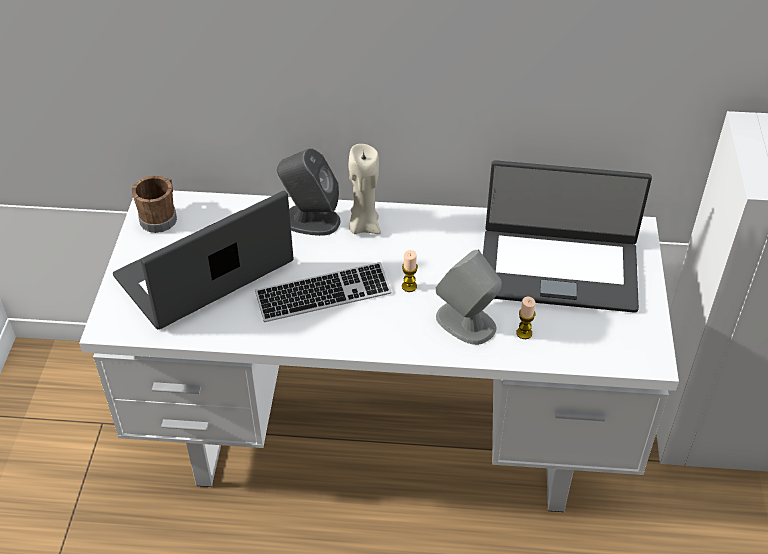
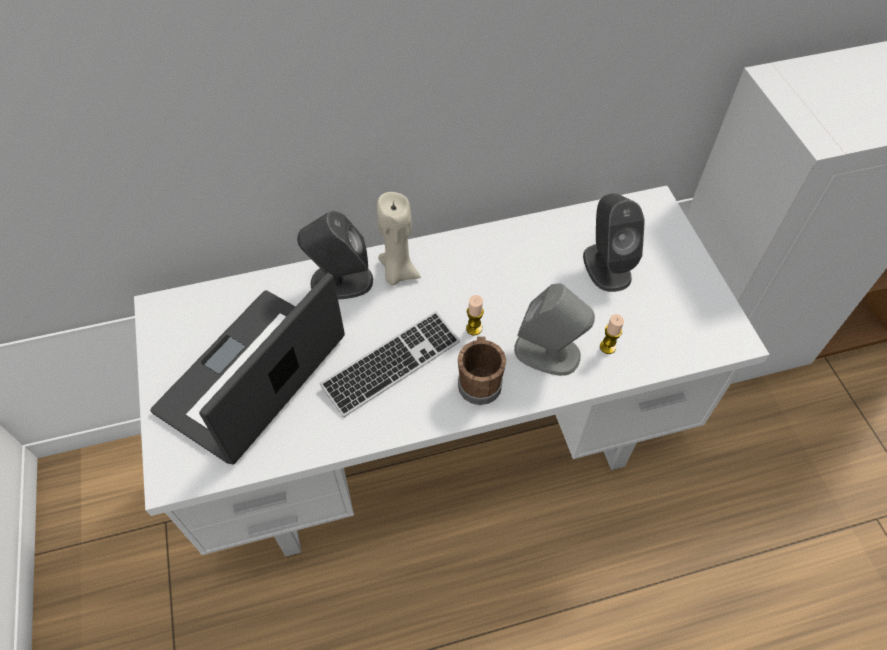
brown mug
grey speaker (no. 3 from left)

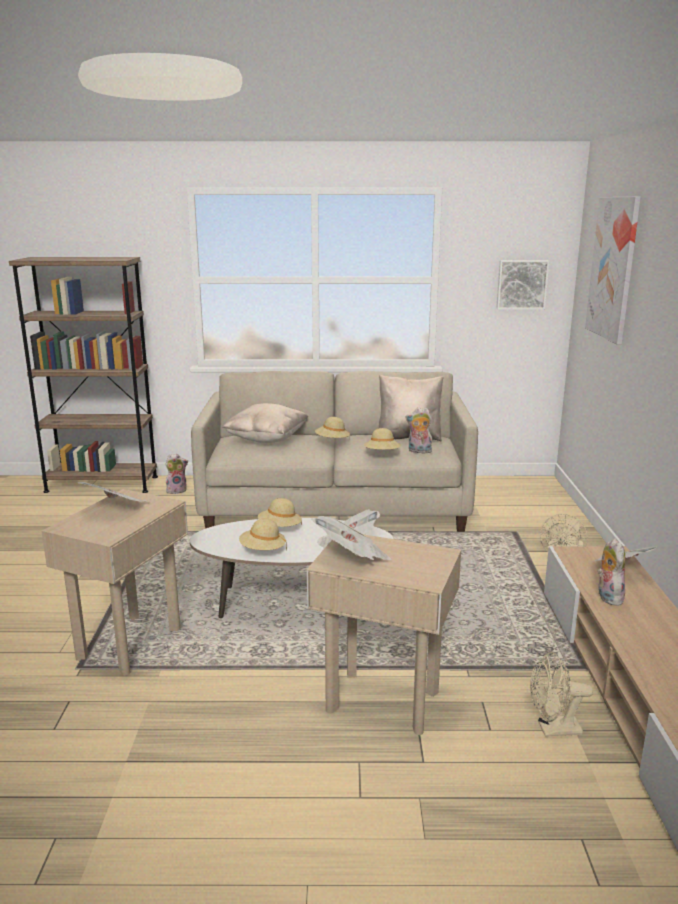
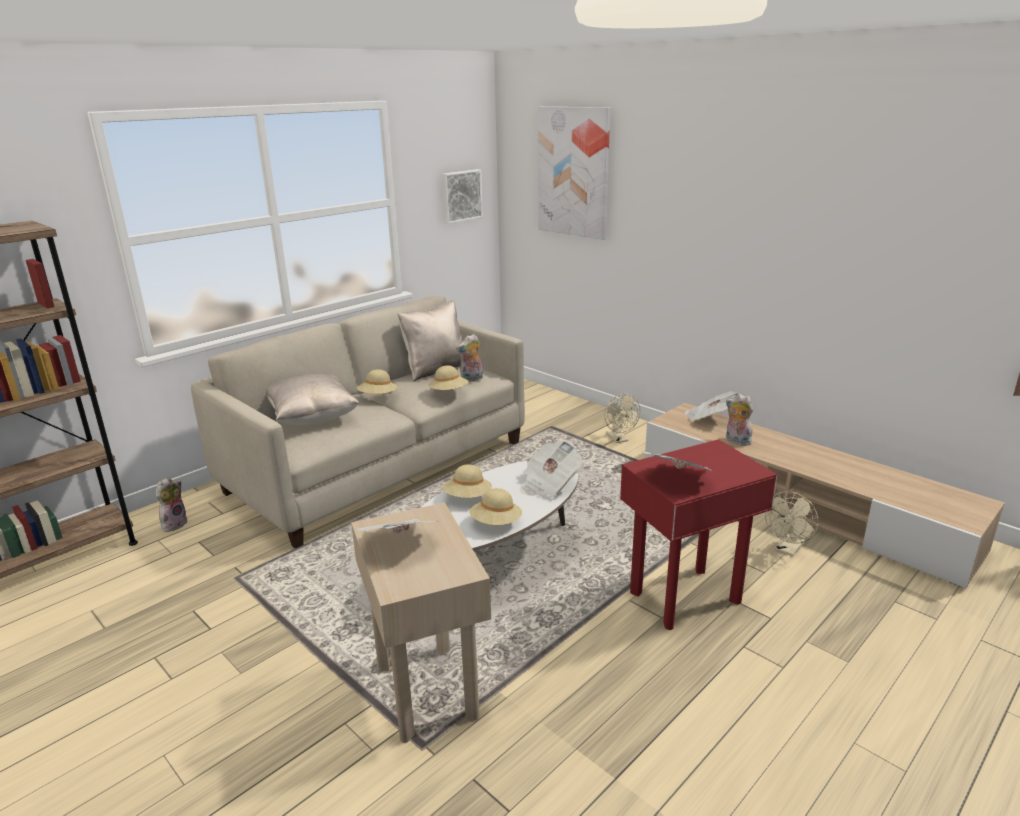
red side table

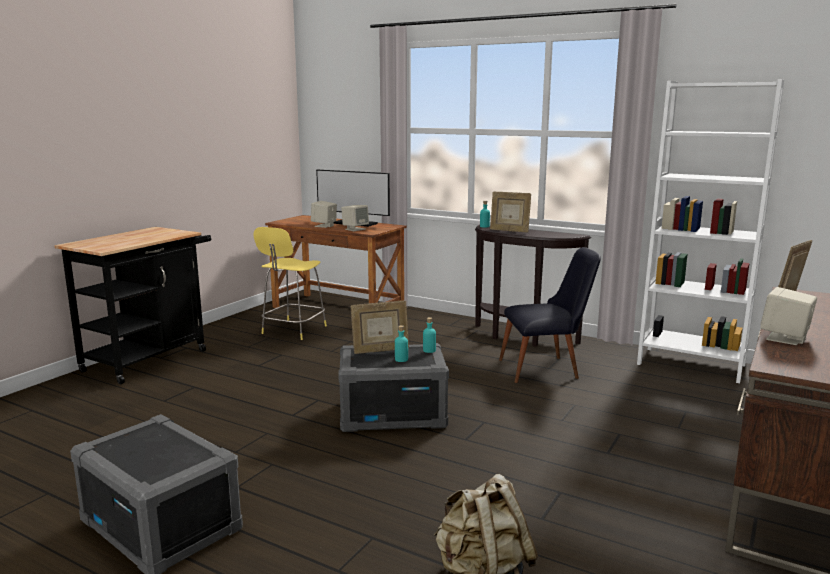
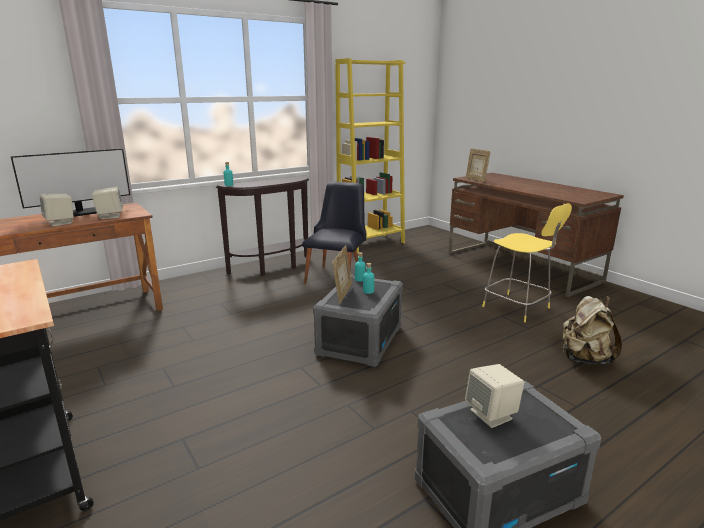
yellow bookcase
beige speaker (no. 3 from left)
yellow stool
picture frame (no. 2 from left in the first image)

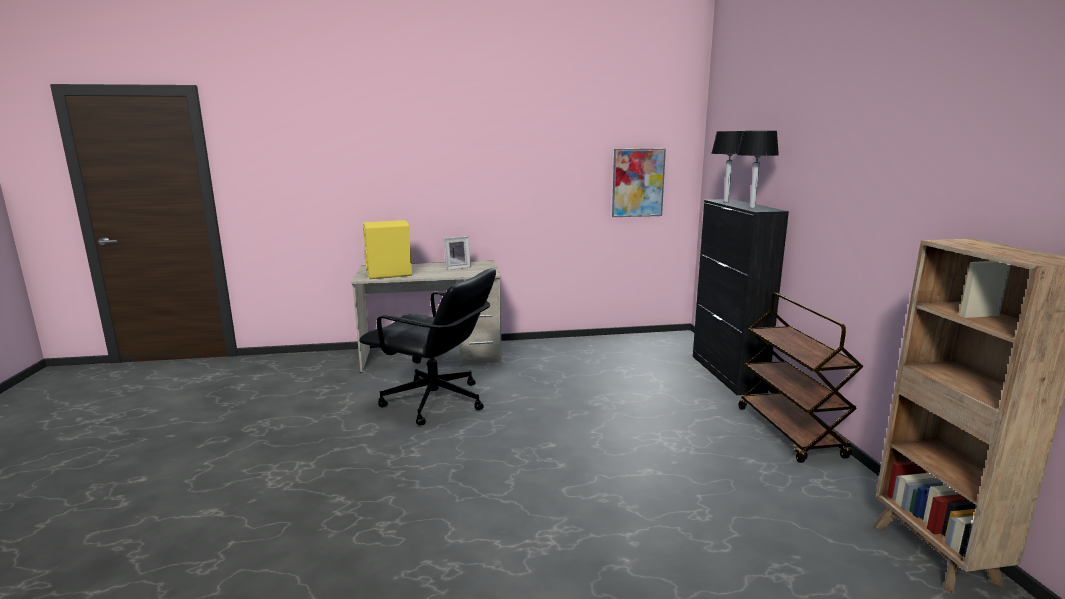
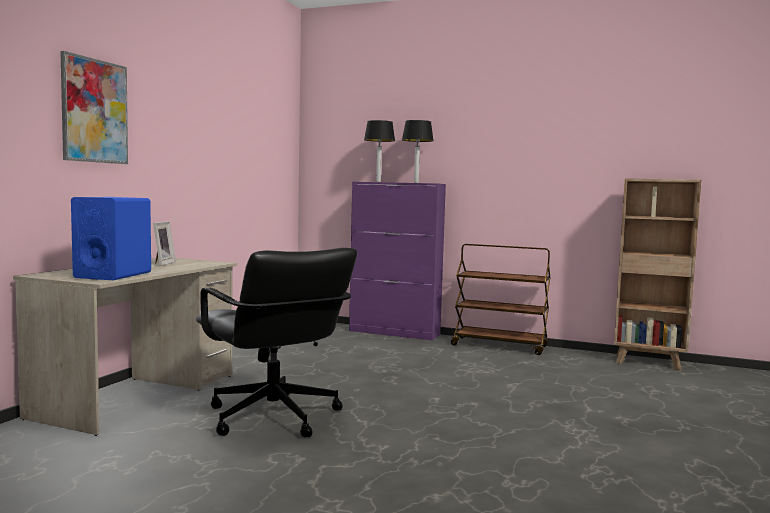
picture
blue speaker
black office chair
purple cabinet

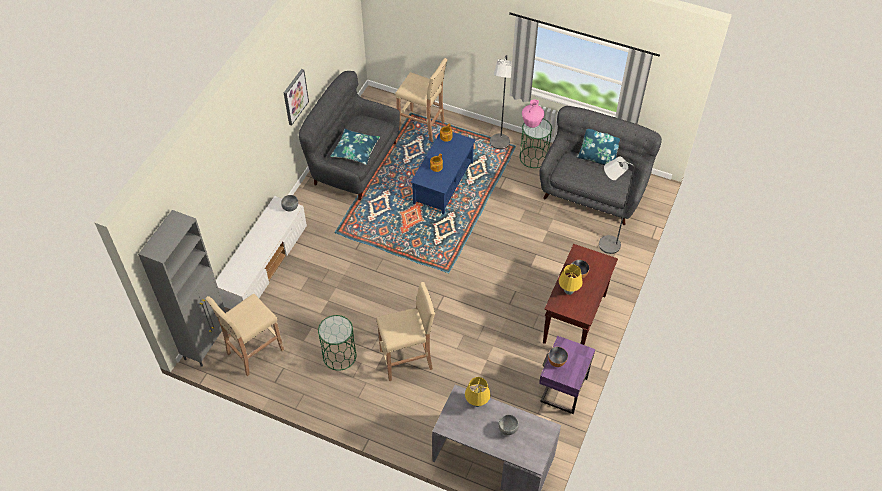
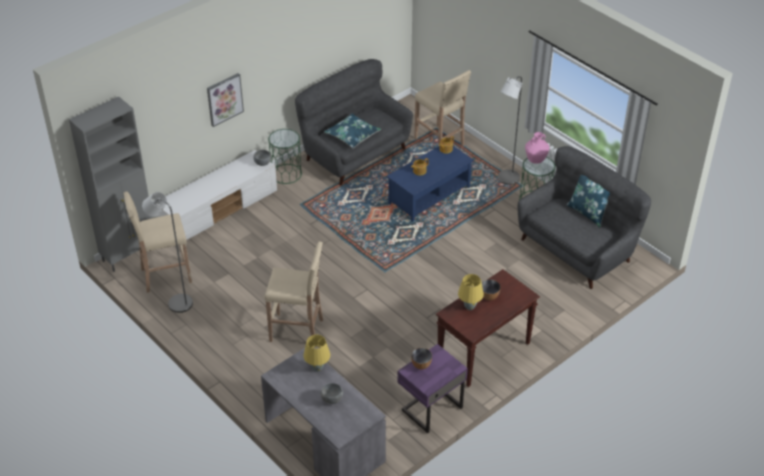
grey floor lamp (no. 1 from left)
picture
green side table (no. 1 from left)

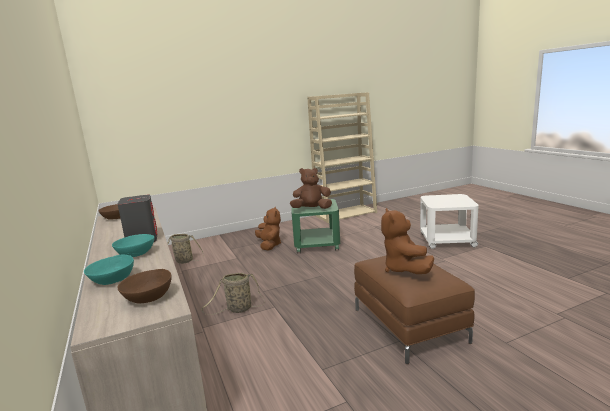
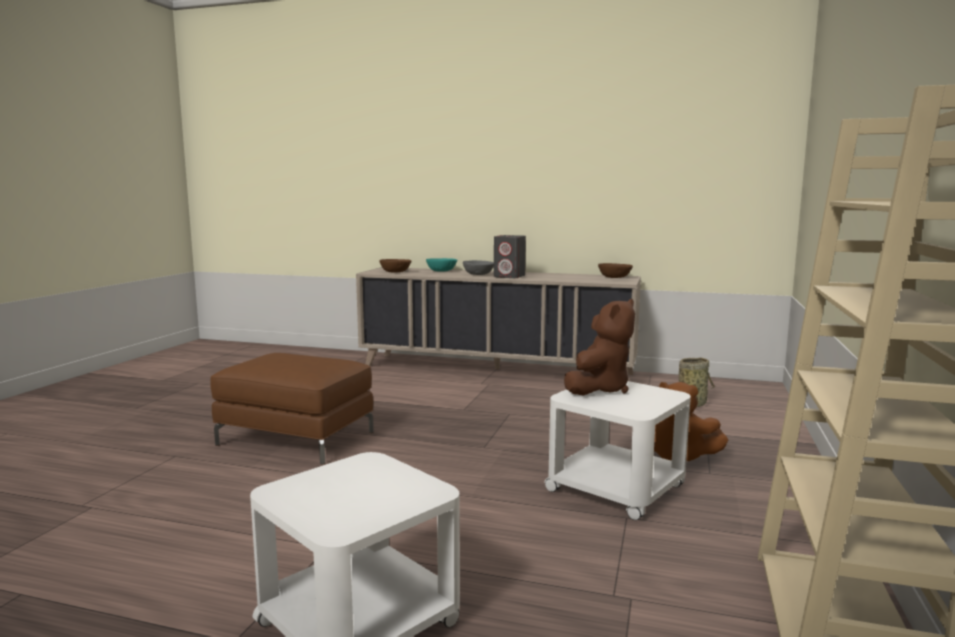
grey bowl
white side table (no. 2 from left)
basket (no. 2 from left in the first image)
brown plush toy (no. 3 from left in the first image)

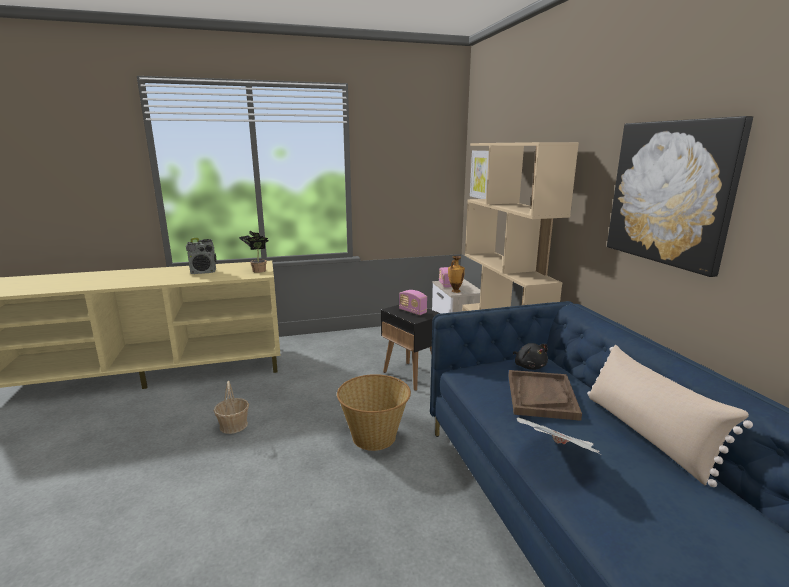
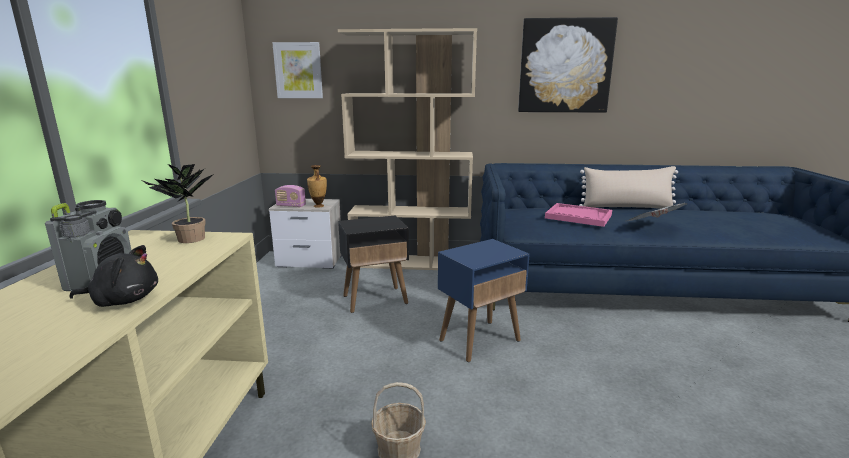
black plush toy
blue side table
pink tray
radio (no. 2 from left in the first image)

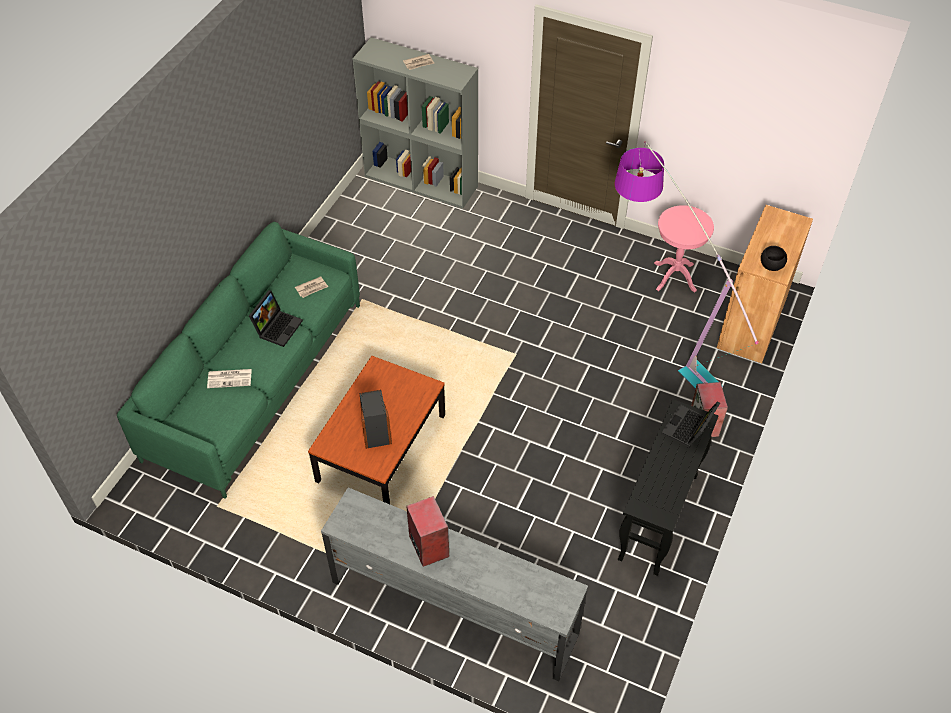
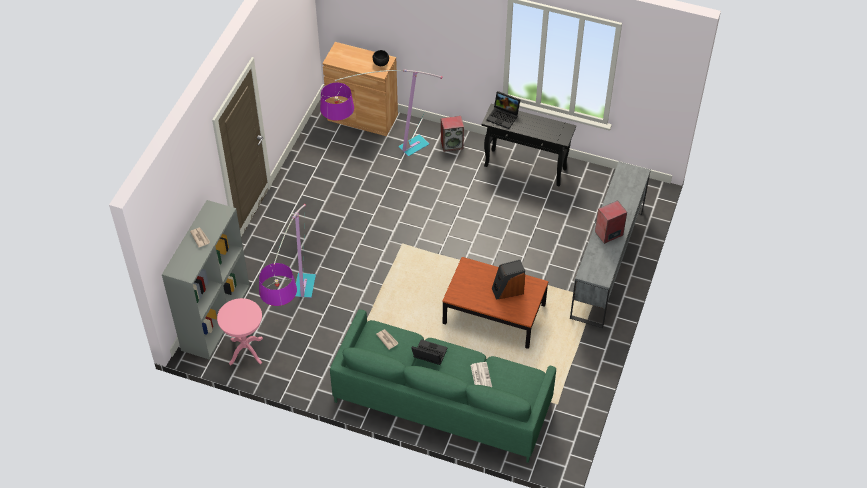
pink side table
floor lamp (no. 1 from left)

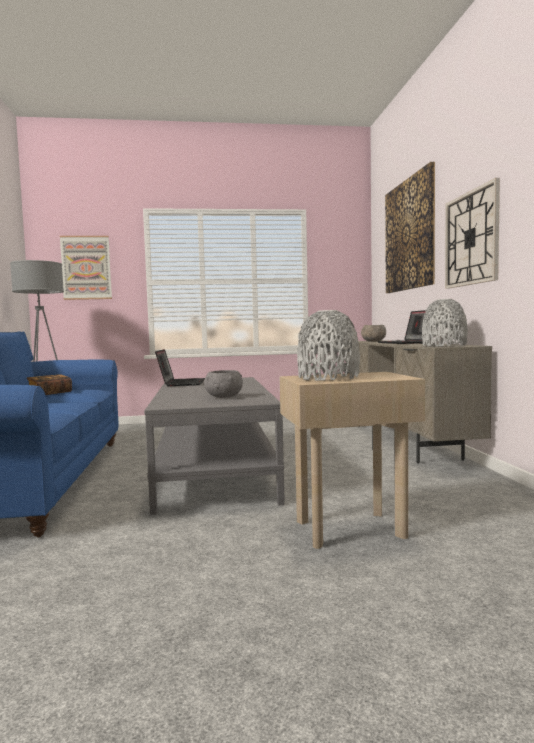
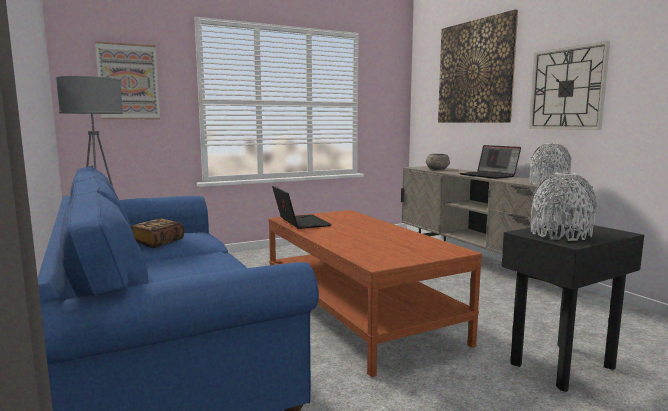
brown coffee table
black side table
grey bowl (no. 1 from left in the first image)

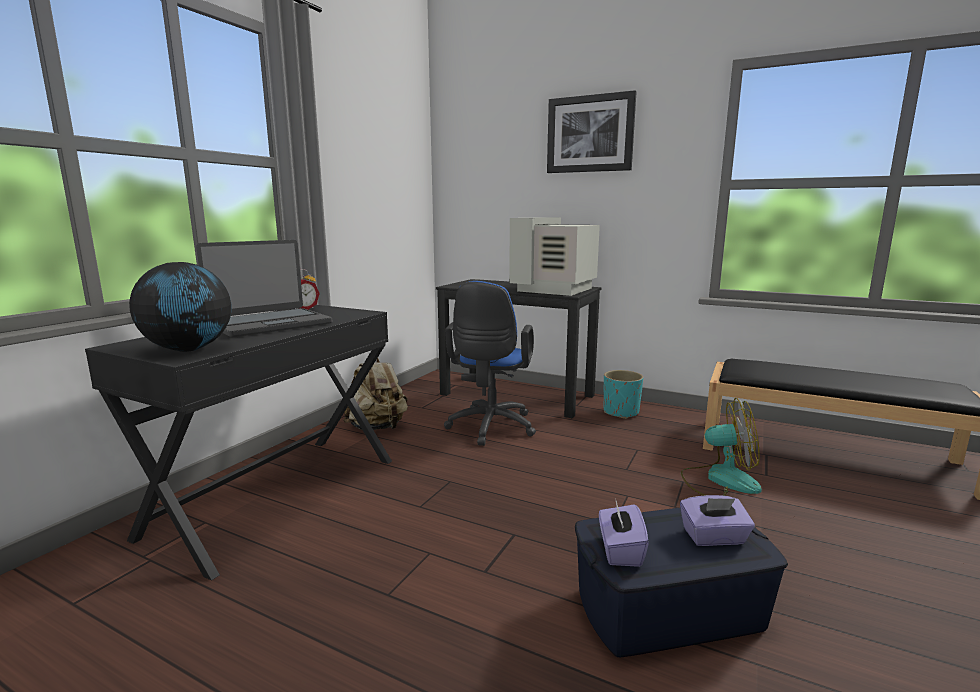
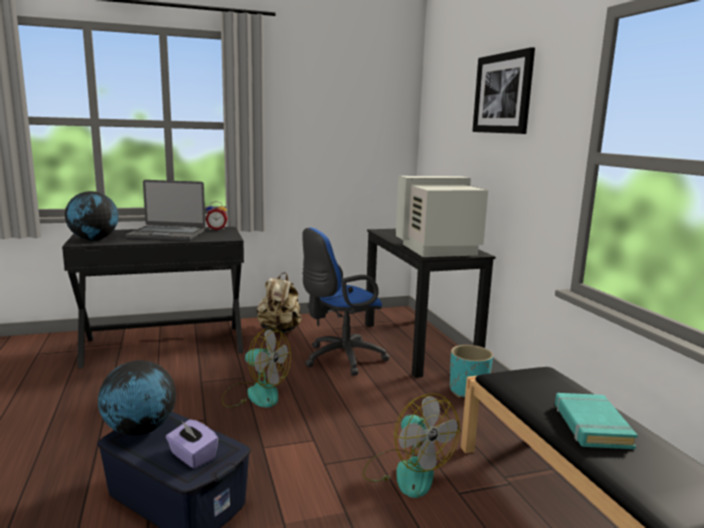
globe (no. 2 from left)
fan (no. 1 from left)
turquoise book

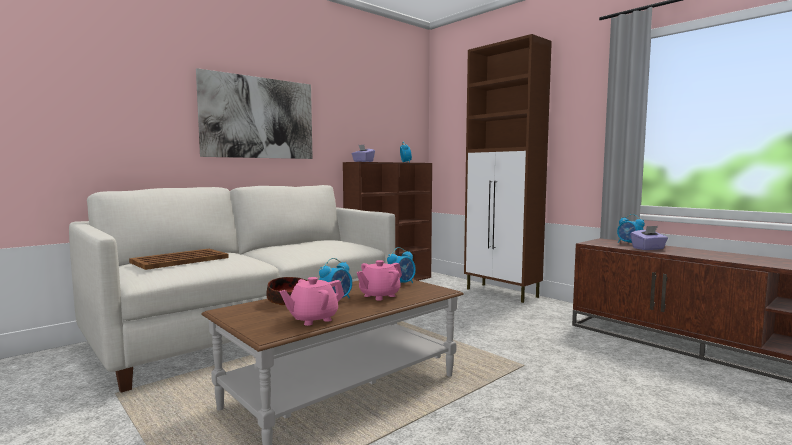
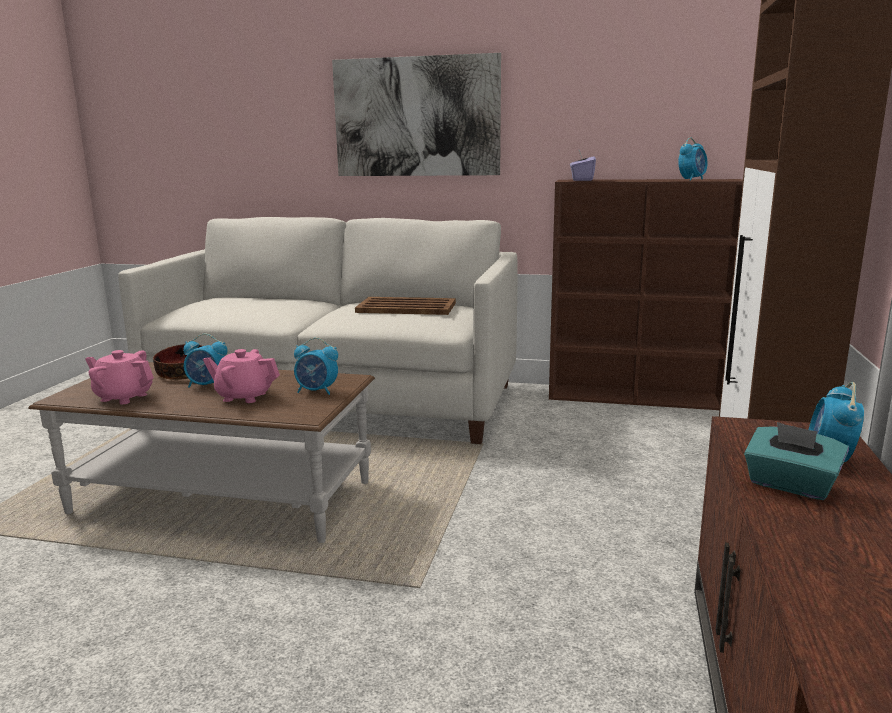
brown tray
turquoise tissue box

